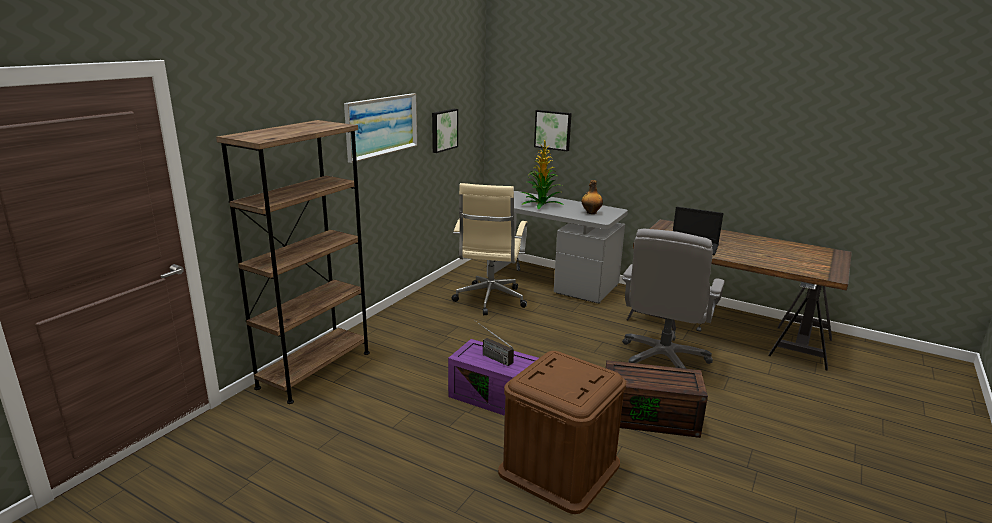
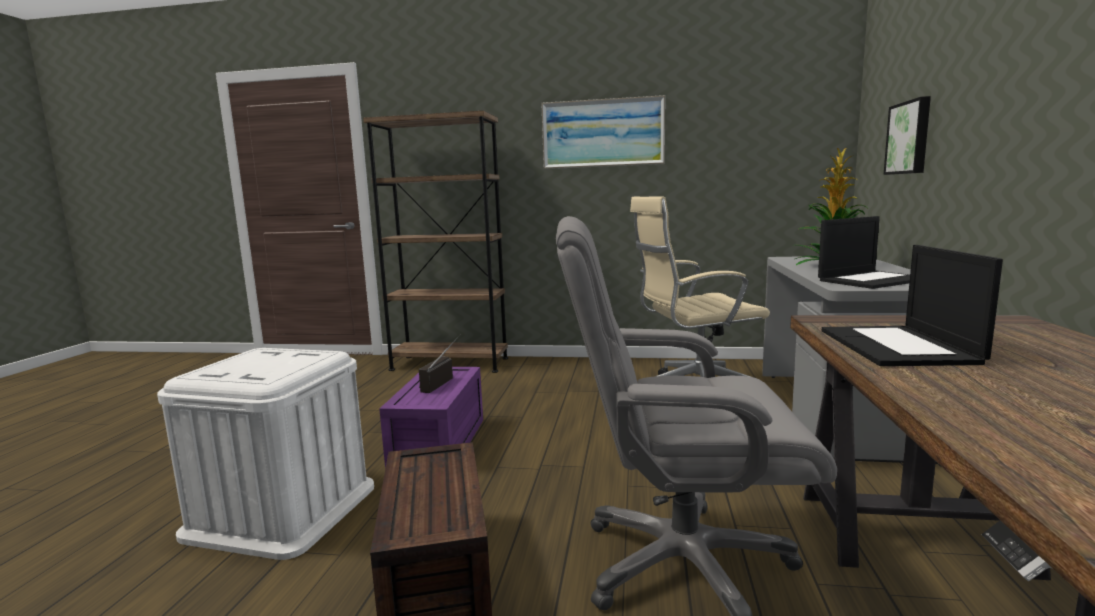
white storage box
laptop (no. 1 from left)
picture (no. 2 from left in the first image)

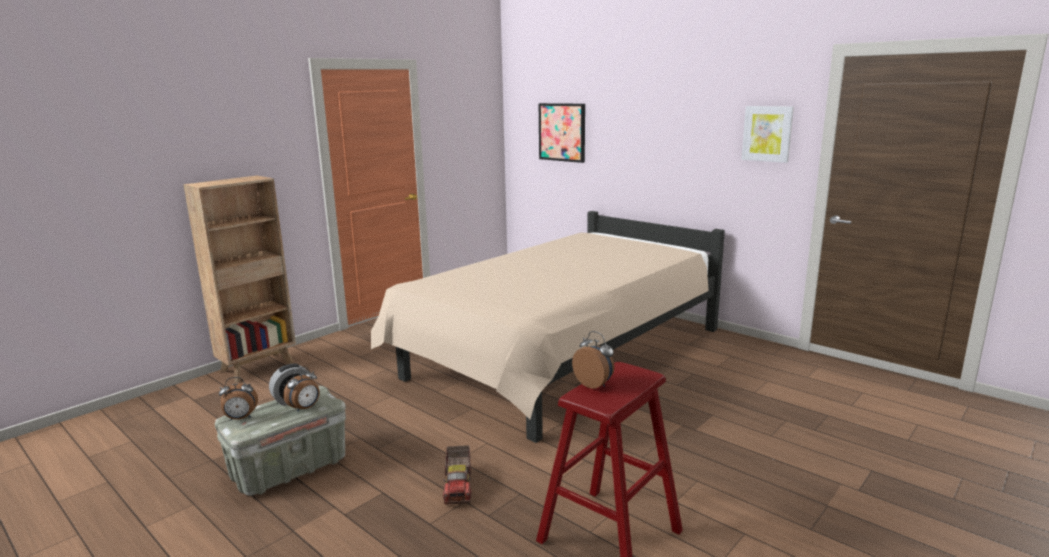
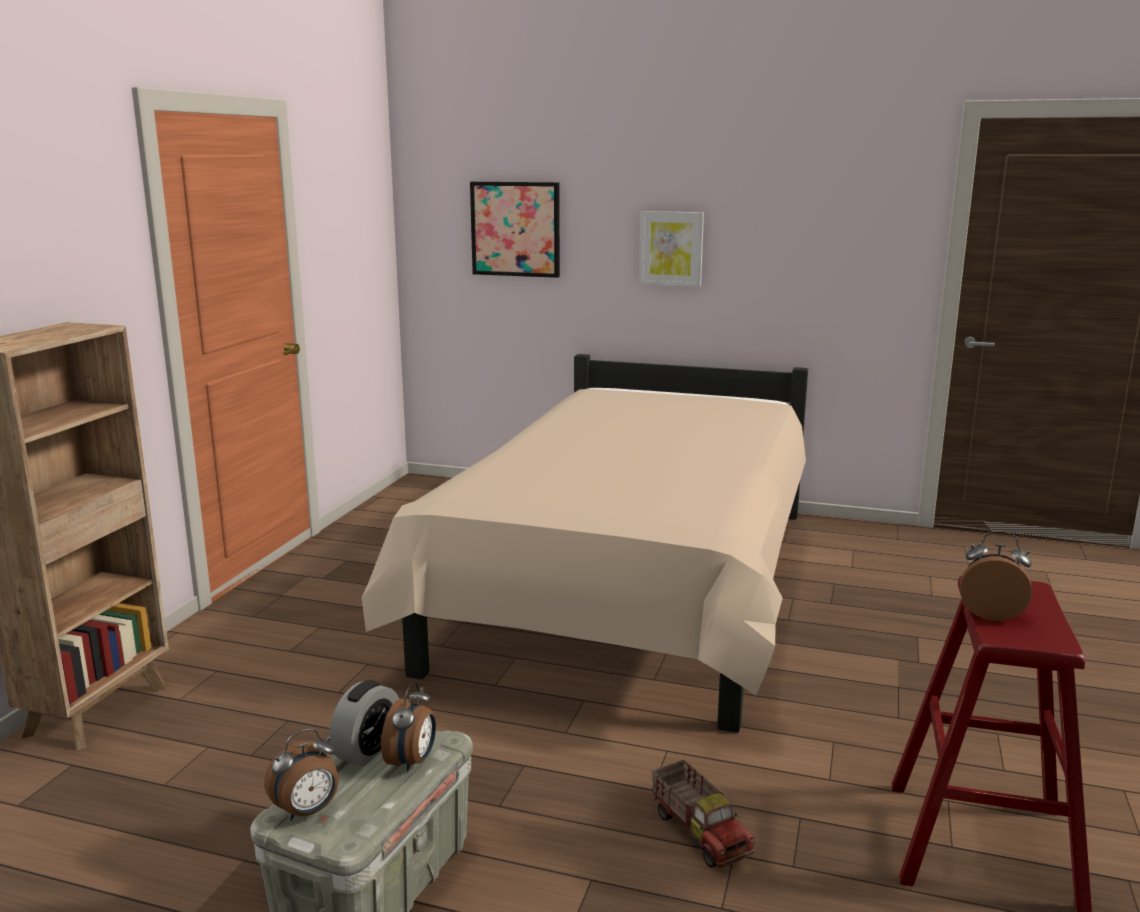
picture (no. 2 from left)

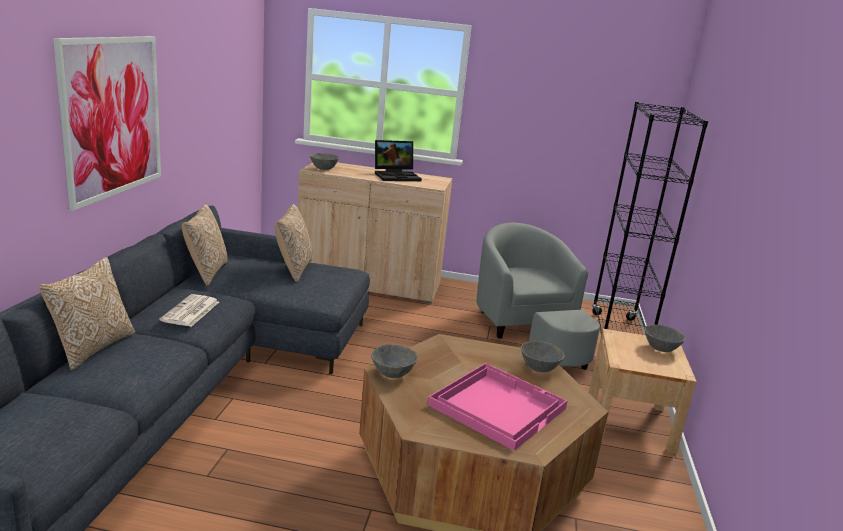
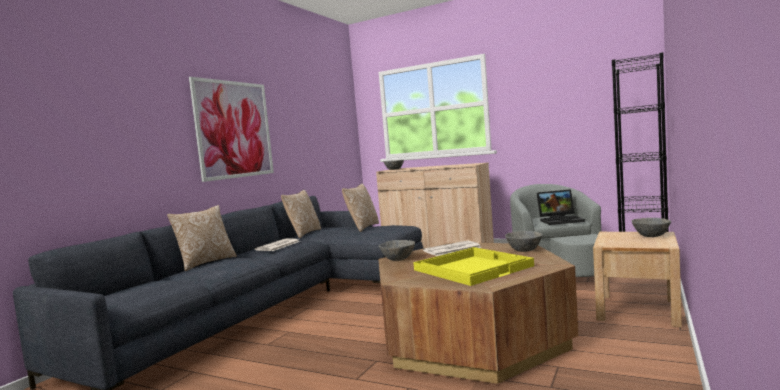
yellow tray
newspaper (no. 2 from left)
laptop

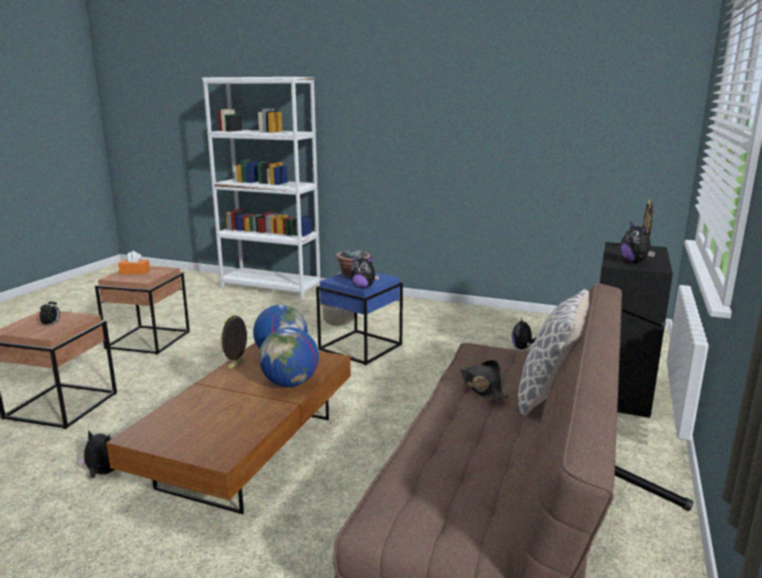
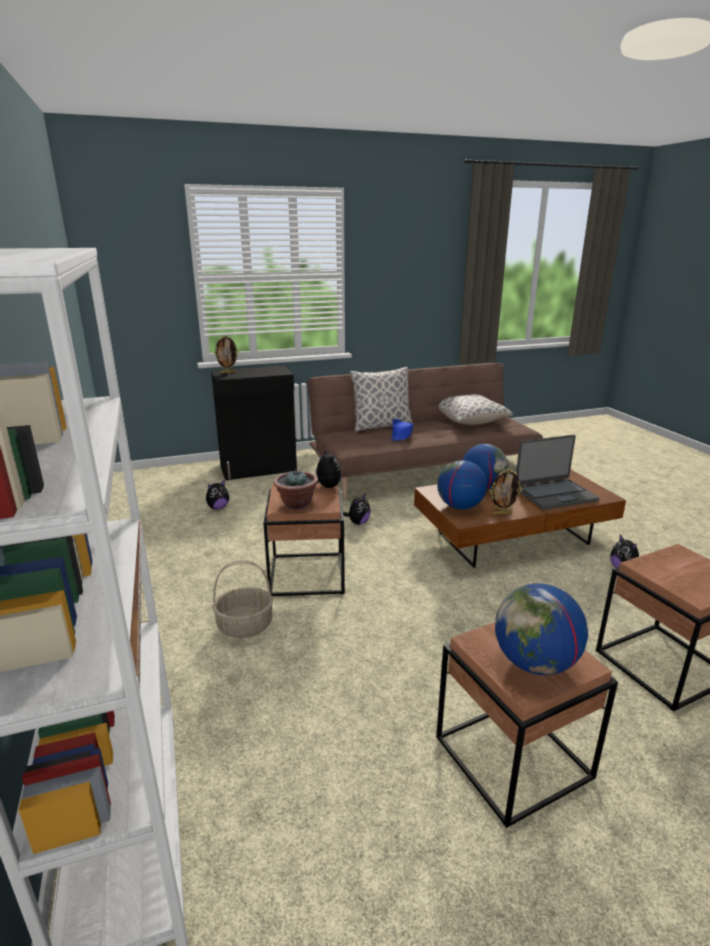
brown side table (no. 1 from left)
plush toy (no. 3 from left)
blue hat
pillow (no. 2 from left)
globe (no. 3 from left)
laptop
alarm clock

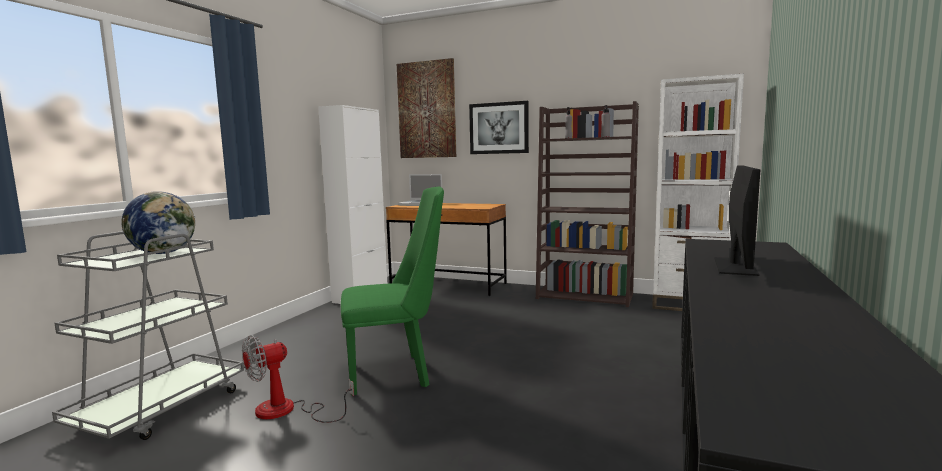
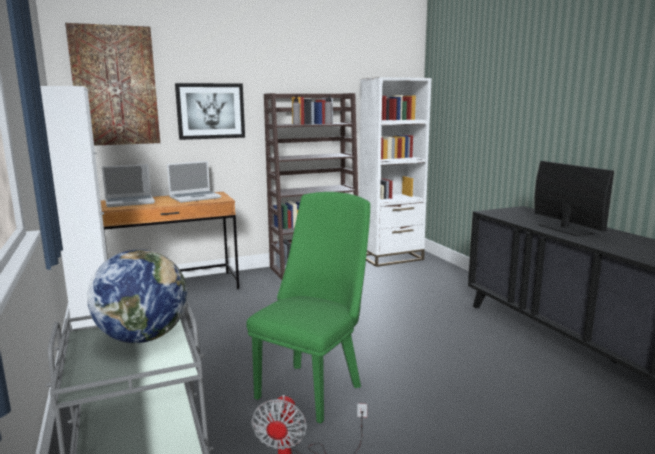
laptop (no. 2 from left)

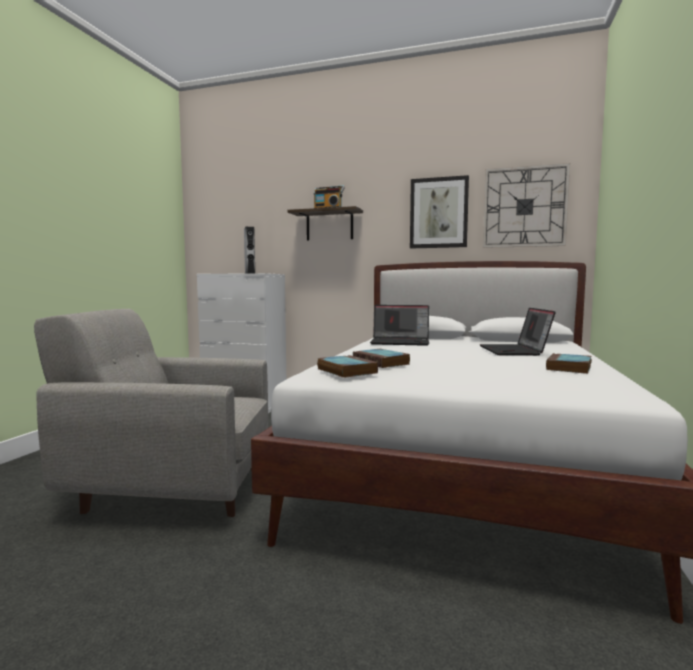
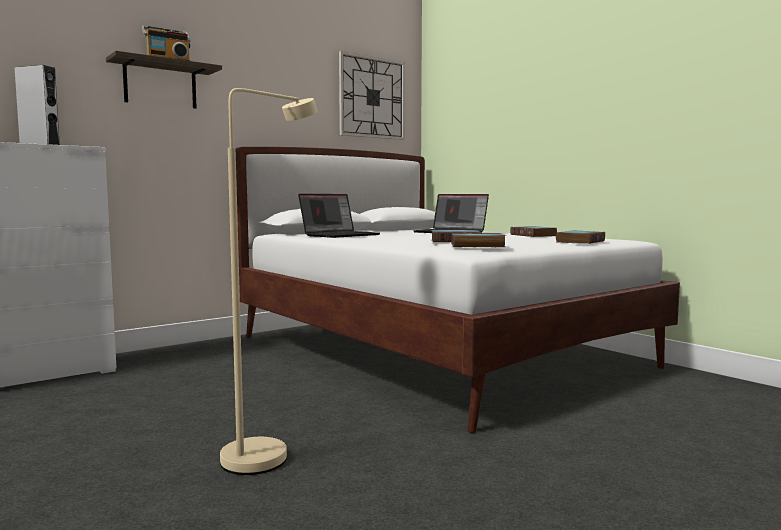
beige floor lamp
book (no. 4 from left)
picture

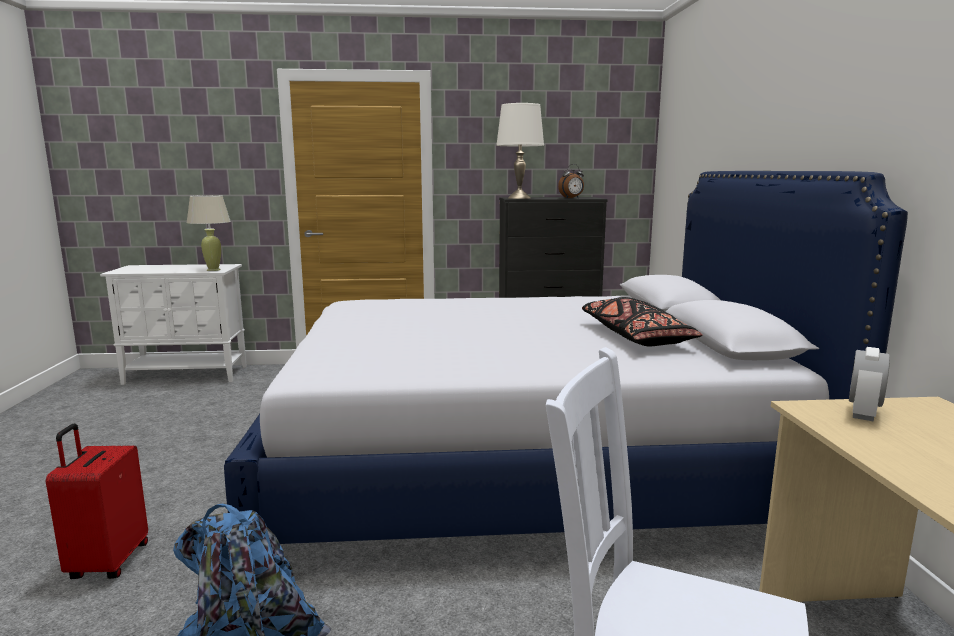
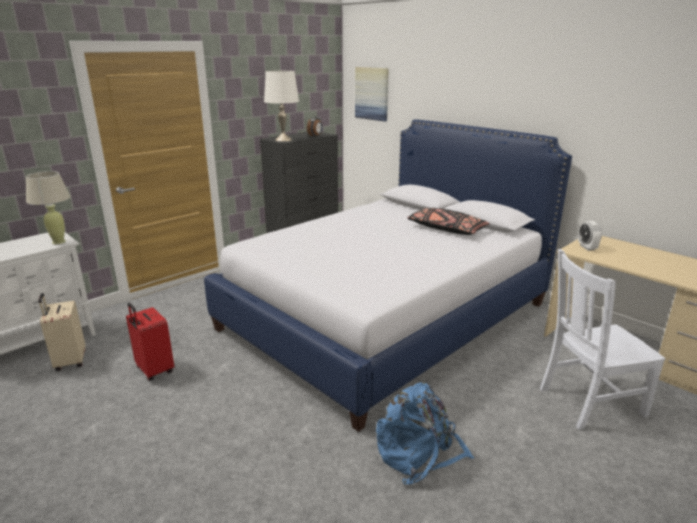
beige suitcase
red suitcase
picture

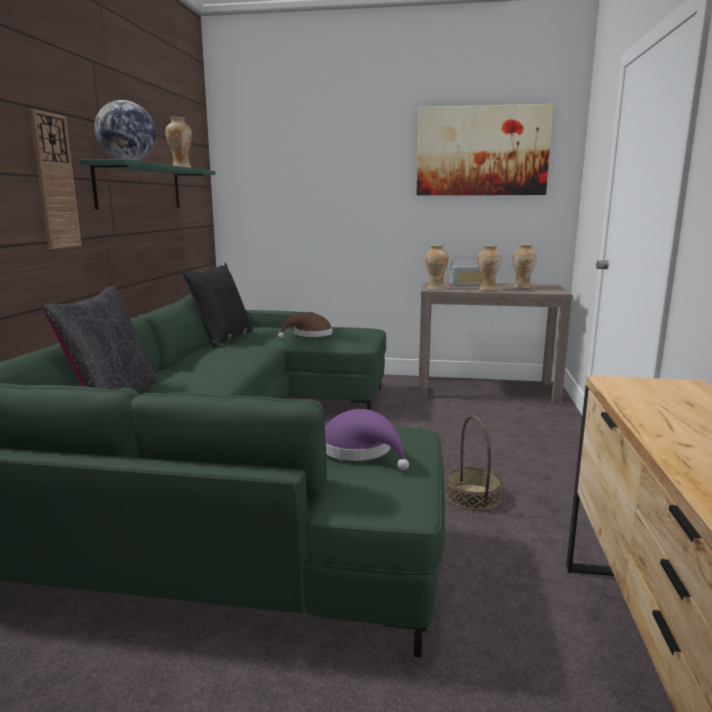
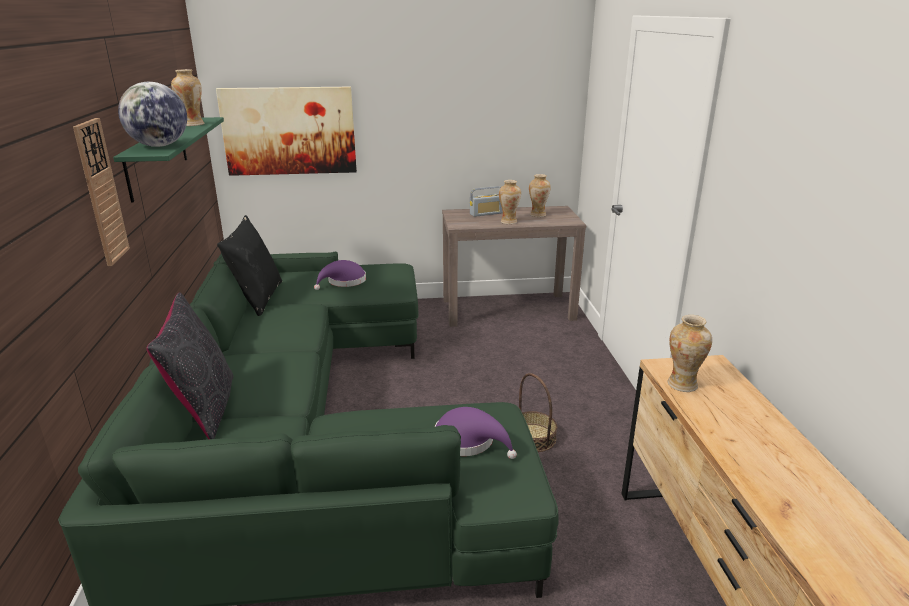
picture
purple hat (no. 1 from left)
vase (no. 4 from left)

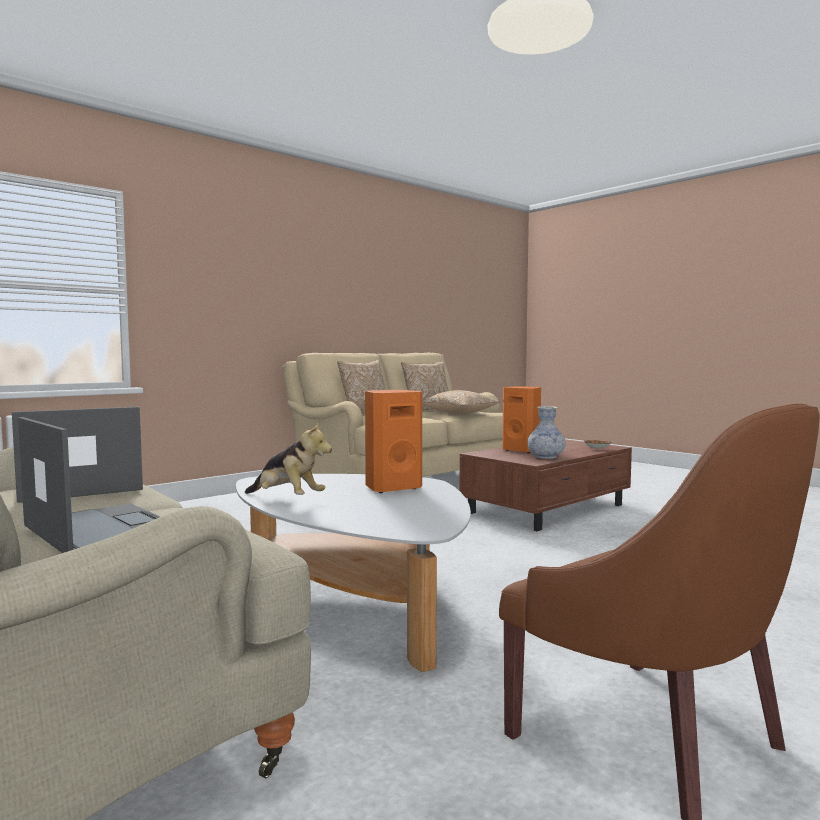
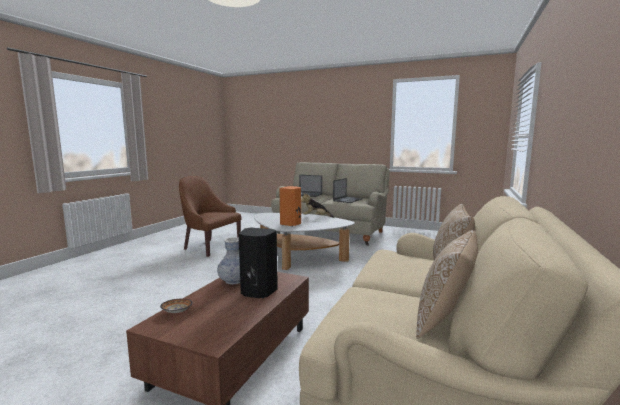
black speaker
pillow (no. 3 from left in the first image)

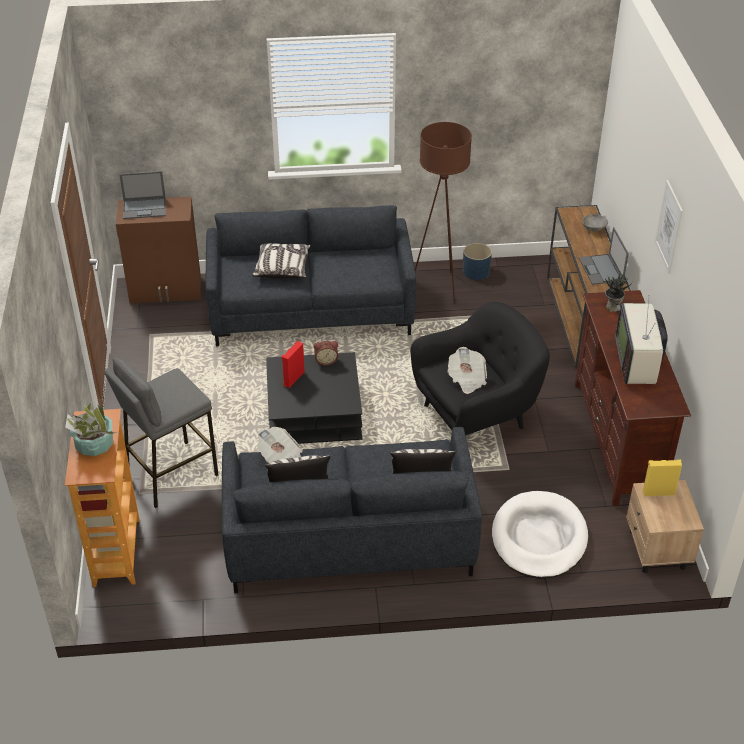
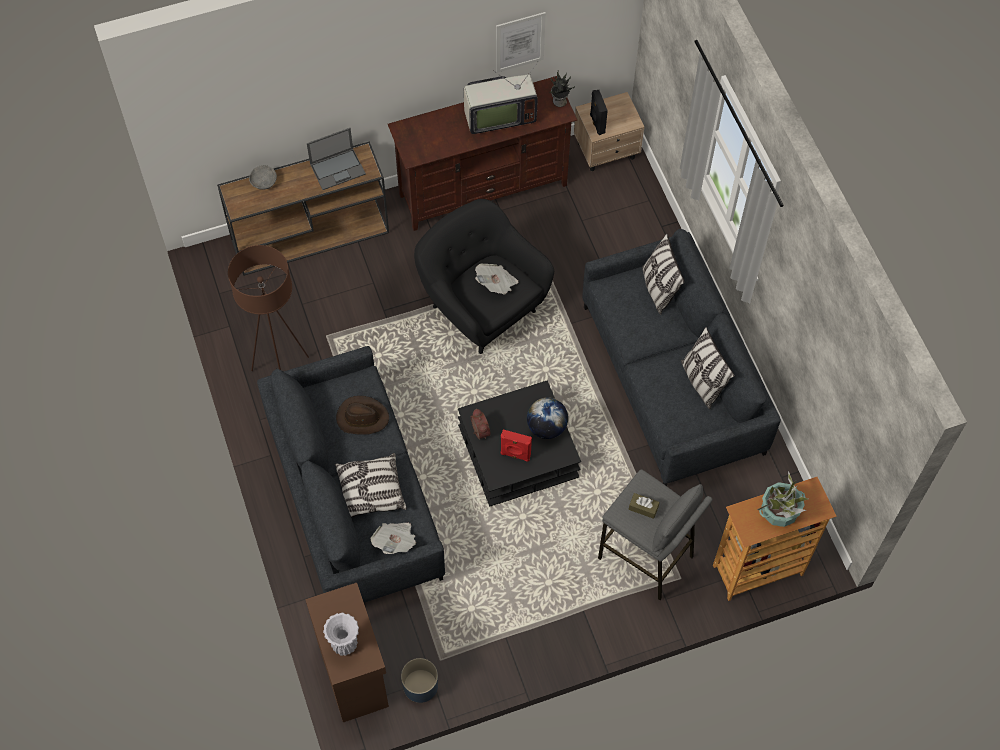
white vase
brown hat
newspaper (no. 1 from left)
blue planter
picture
globe
potted plant (no. 1 from left)
black speaker
brown tissue box
white dog bed

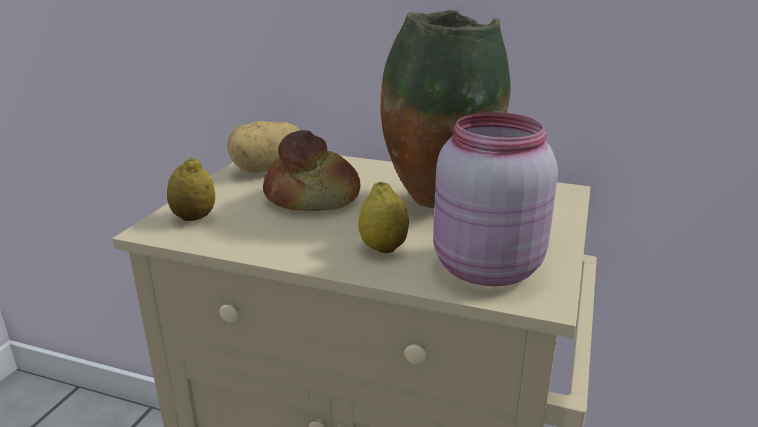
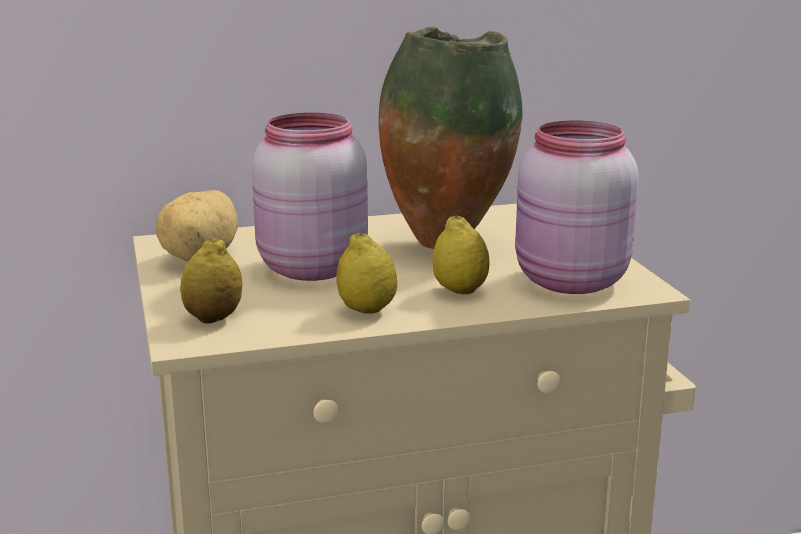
pink jar (no. 1 from left)
lemon (no. 2 from left)

